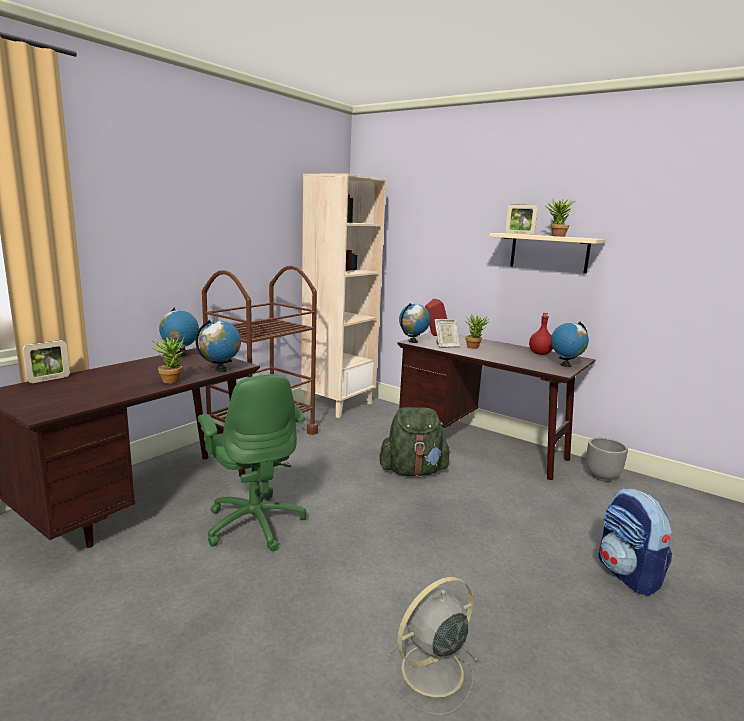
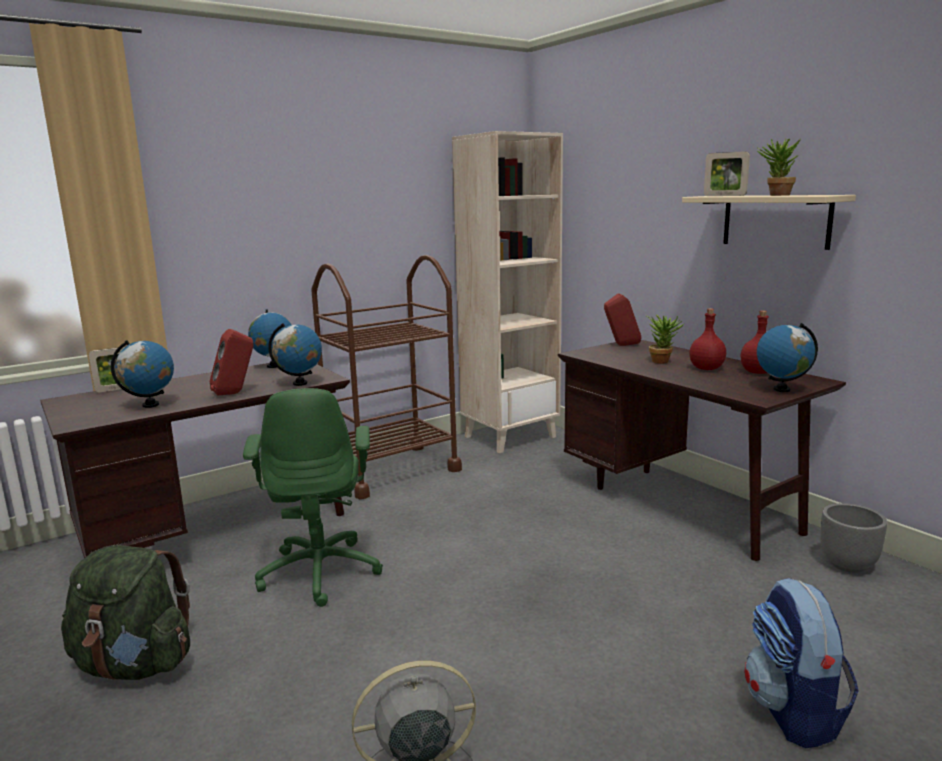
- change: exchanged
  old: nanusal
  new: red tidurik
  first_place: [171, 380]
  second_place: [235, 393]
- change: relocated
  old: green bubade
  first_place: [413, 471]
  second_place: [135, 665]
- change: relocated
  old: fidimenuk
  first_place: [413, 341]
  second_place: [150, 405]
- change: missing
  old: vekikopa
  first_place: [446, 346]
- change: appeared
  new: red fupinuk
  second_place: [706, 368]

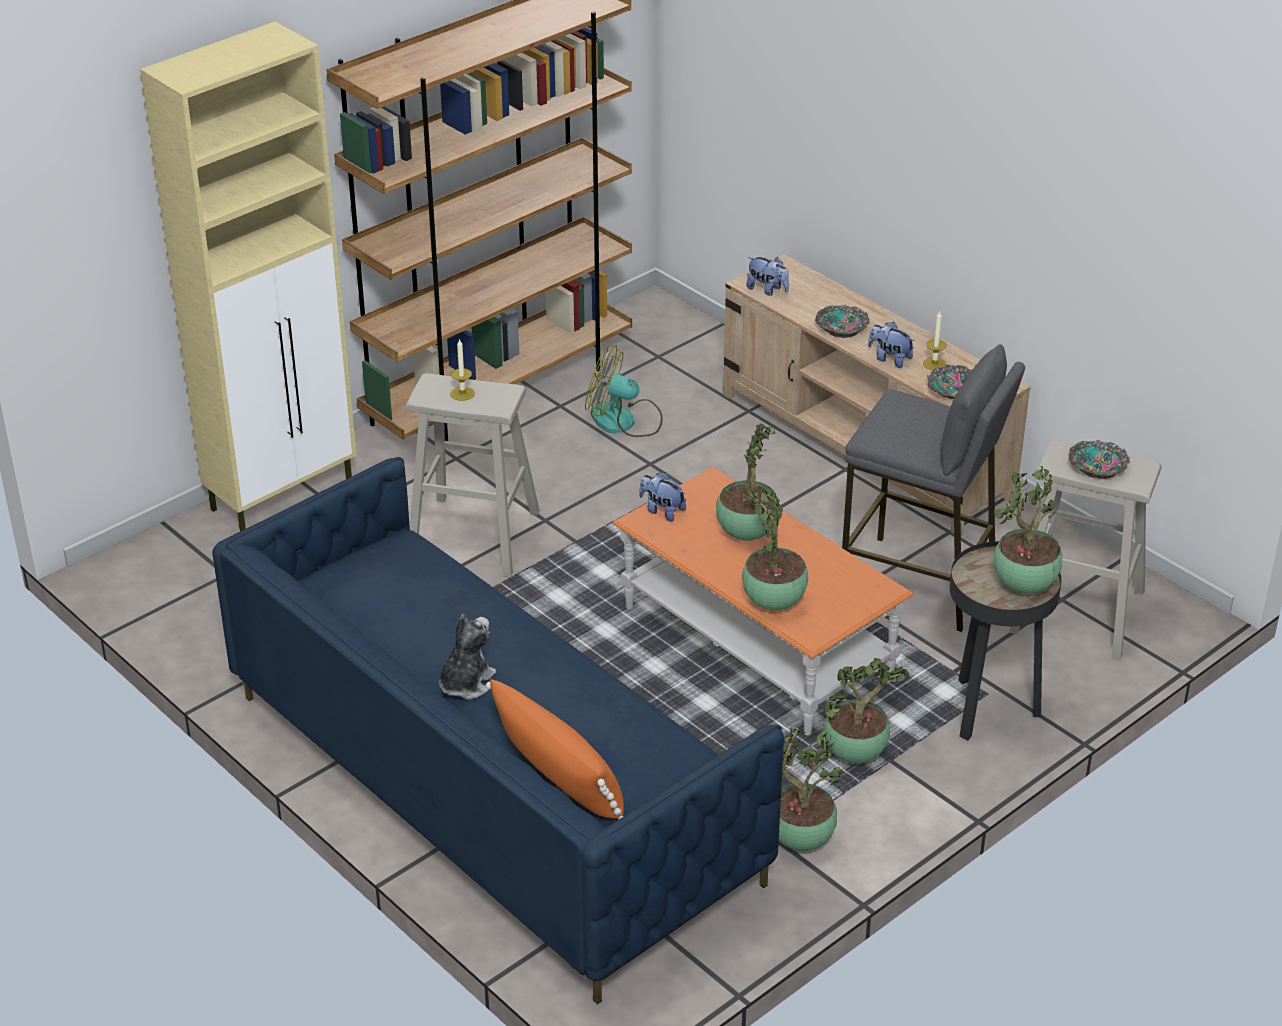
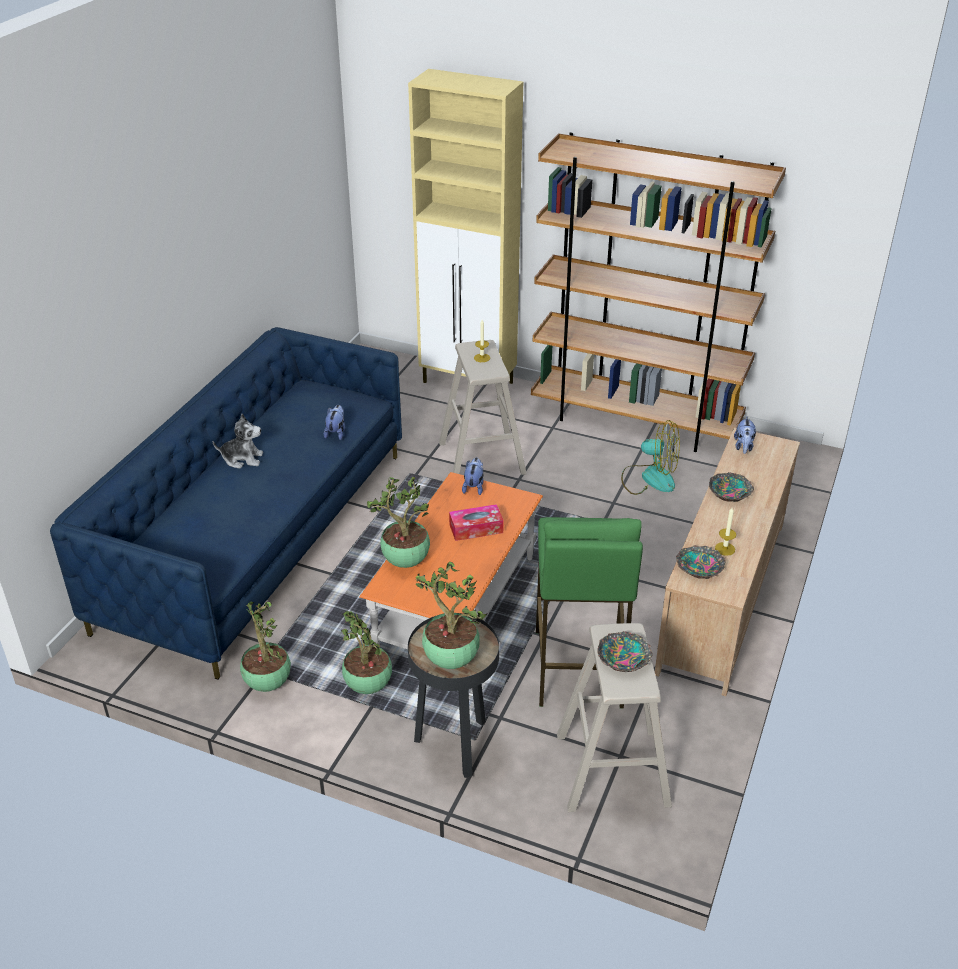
- change: missing
  old: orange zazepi
  first_place: [559, 776]
- change: spun
  old: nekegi
  first_place: [624, 421]
  second_place: [649, 478]
  degrees: 120
- change: exchanged
  old: nanusal
  new: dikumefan
  first_place: [746, 532]
  second_place: [476, 528]
- change: colour
  old: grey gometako
  new: green gometako
  first_place: [918, 585]
  second_place: [578, 668]
- change: relocated
  old: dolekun
  first_place: [889, 359]
  second_place: [336, 432]

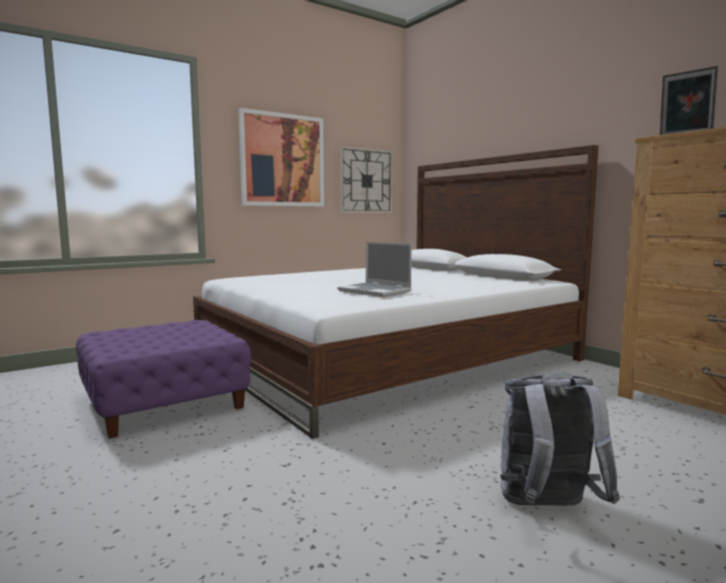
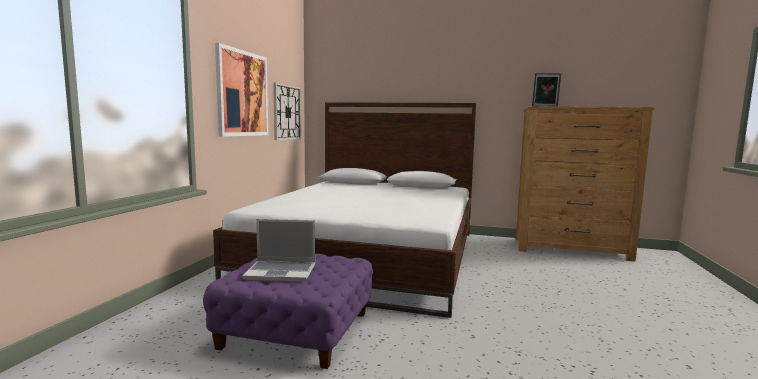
- change: relocated
  old: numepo
  first_place: [375, 291]
  second_place: [282, 272]
- change: missing
  old: grey bubade
  first_place: [547, 508]

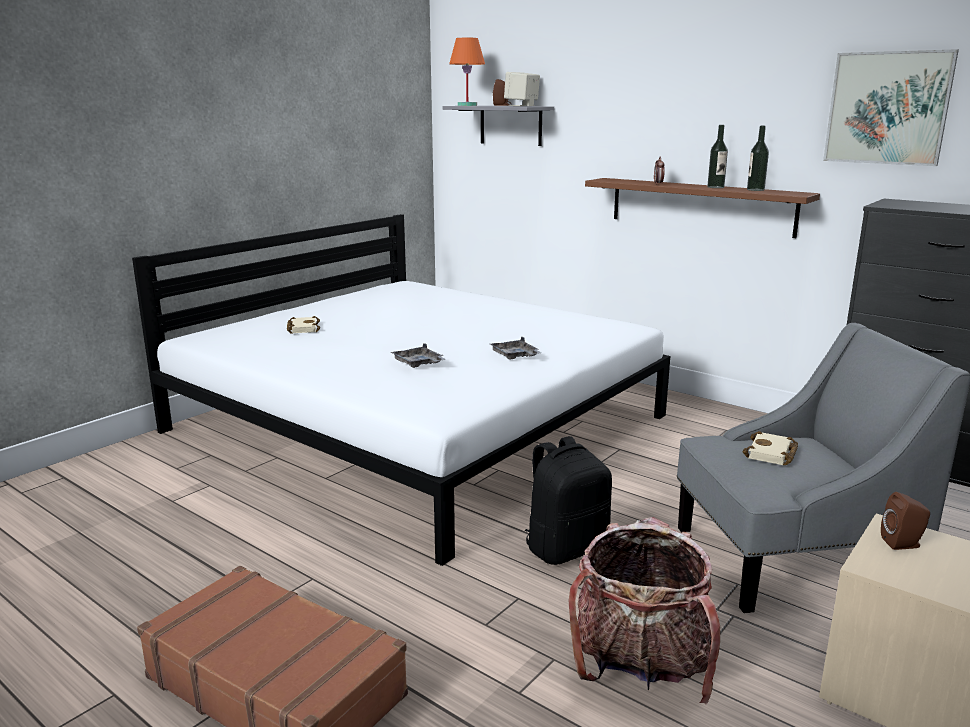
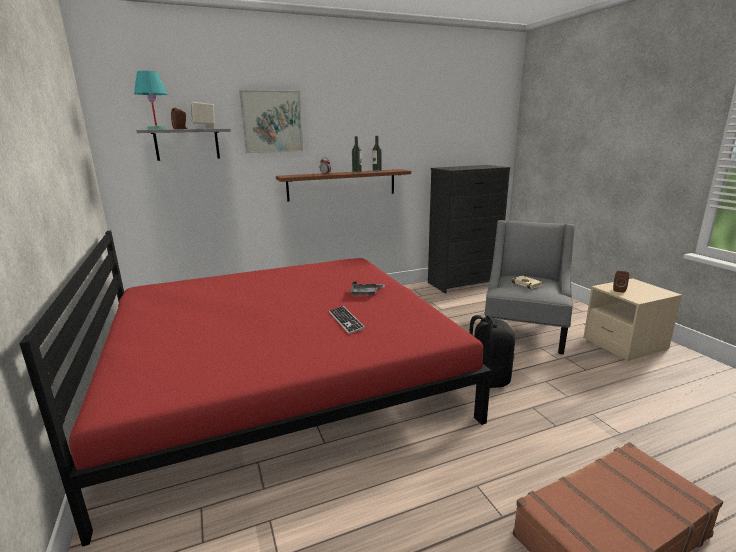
- change: colour
  old: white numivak
  new: red numivak
  first_place: [418, 423]
  second_place: [279, 378]
- change: missing
  old: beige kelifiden
  first_place: [302, 328]
- change: exchanged
  old: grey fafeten
  new: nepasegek
  first_place: [418, 364]
  second_place: [345, 320]
- change: colour
  old: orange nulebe
  new: turquoise nulebe
  first_place: [467, 105]
  second_place: [157, 129]
- change: missing
  old: bubade
  first_place: [641, 669]
- change: relocated
  old: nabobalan
  first_place: [887, 108]
  second_place: [272, 122]

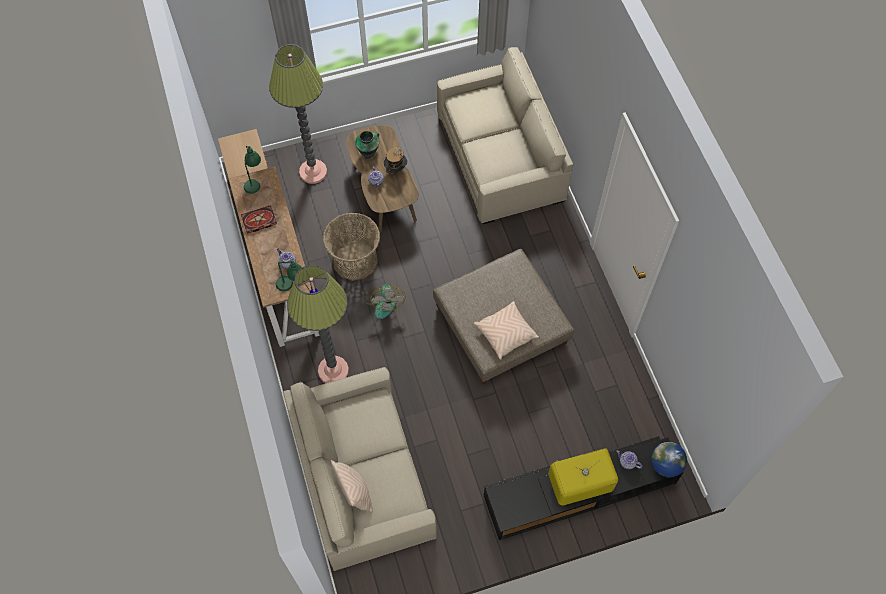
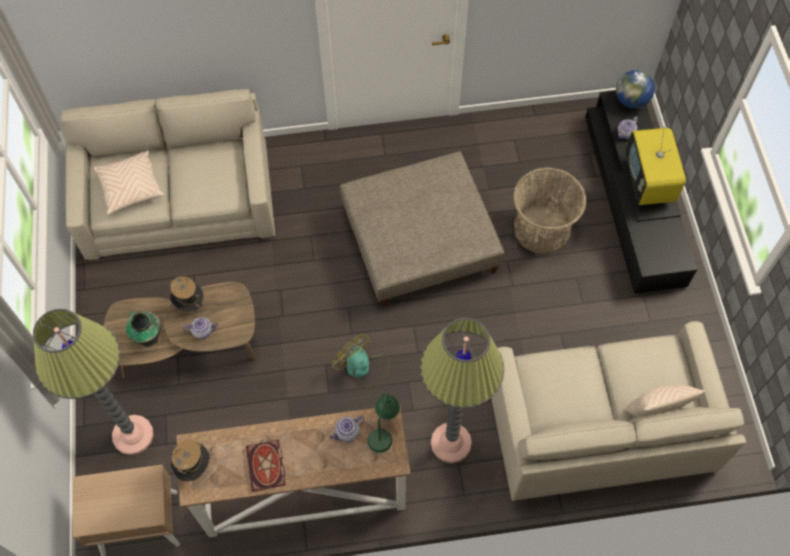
- change: exchanged
  old: green nulebe
  new: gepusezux
  first_place: [254, 180]
  second_place: [194, 467]
- change: relocated
  old: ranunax
  first_place: [355, 260]
  second_place: [541, 228]
- change: spun
  old: nekegi
  first_place: [384, 302]
  second_place: [363, 368]
  degrees: -135
- change: relocated
  old: beige zazepi
  first_place: [505, 333]
  second_place: [130, 187]

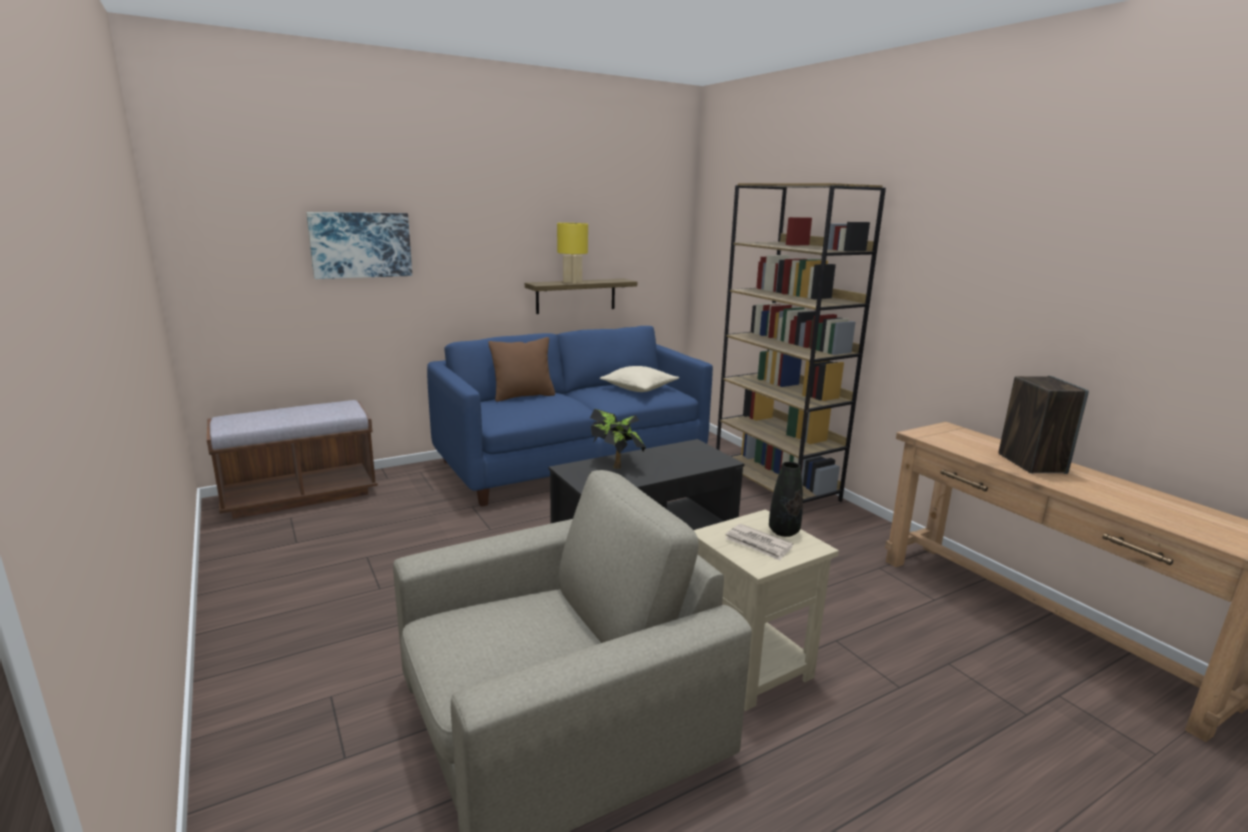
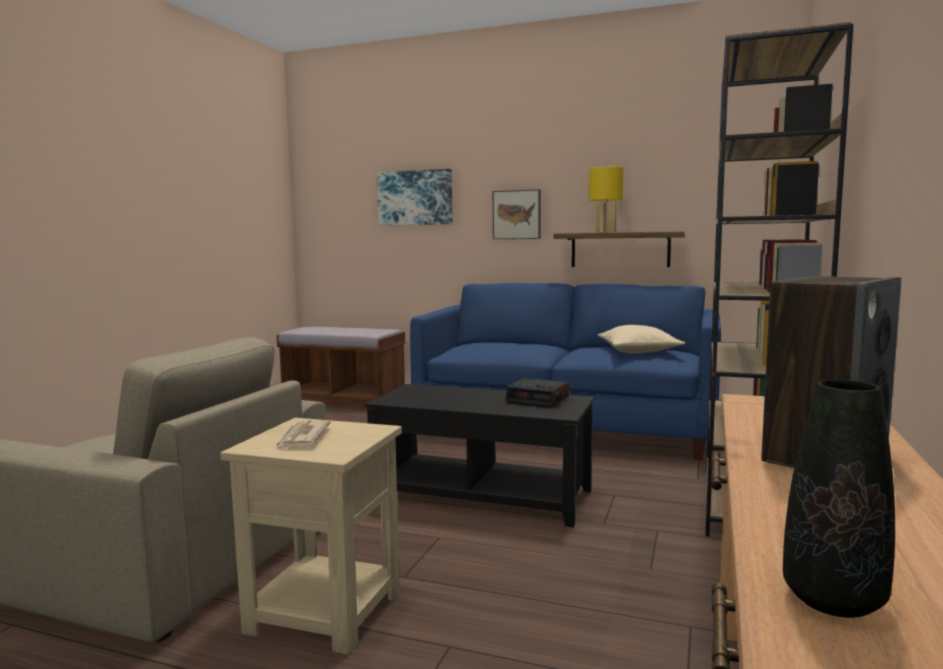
- change: missing
  old: brown zazepi
  first_place: [523, 396]
- change: missing
  old: nanusal
  first_place: [616, 464]
- change: relocated
  old: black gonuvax
  first_place: [783, 532]
  second_place: [833, 600]
- change: appeared
  new: nabobalan
  second_place: [517, 214]
- change: appeared
  new: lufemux
  second_place: [538, 400]

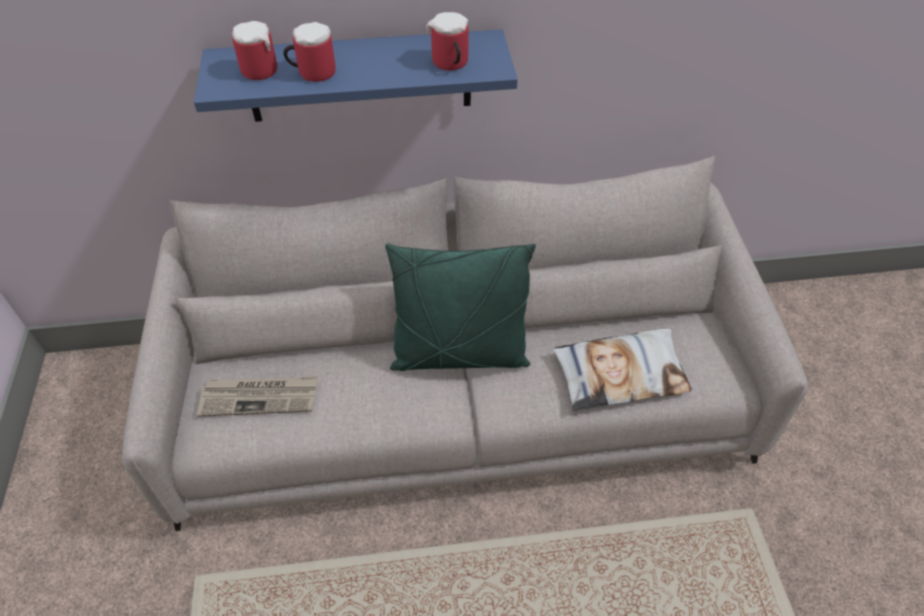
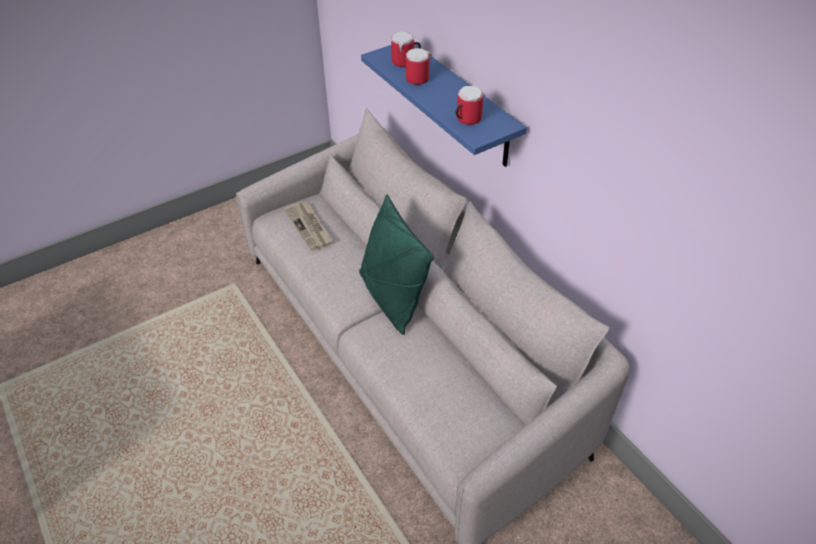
- change: missing
  old: zazepi
  first_place: [620, 374]

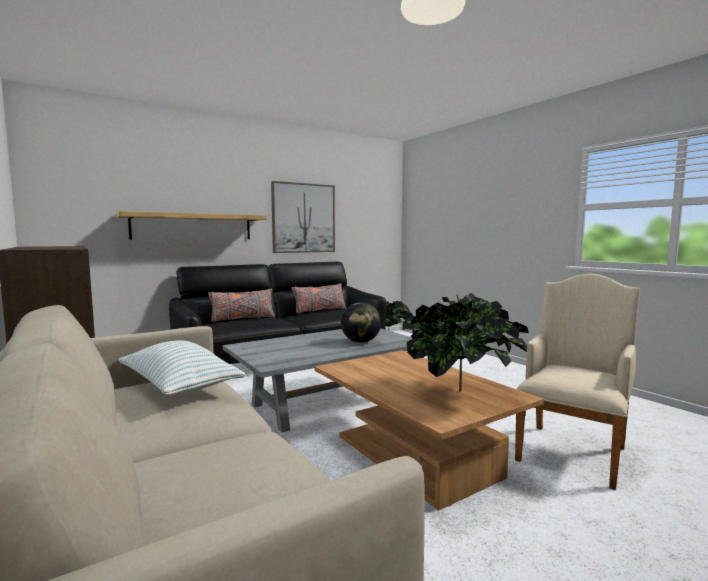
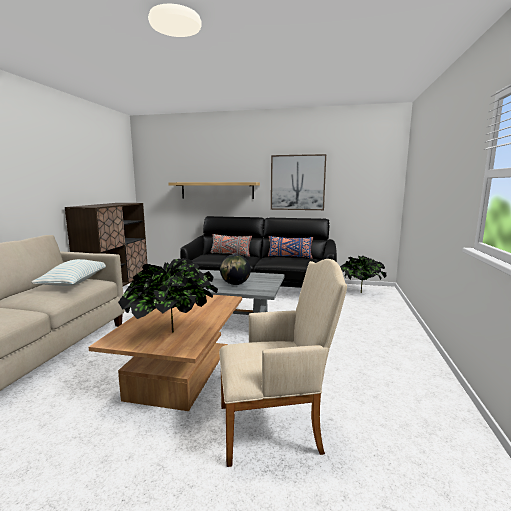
- change: colour
  old: grey zazepi
  new: blue zazepi
  first_place: [319, 311]
  second_place: [289, 257]

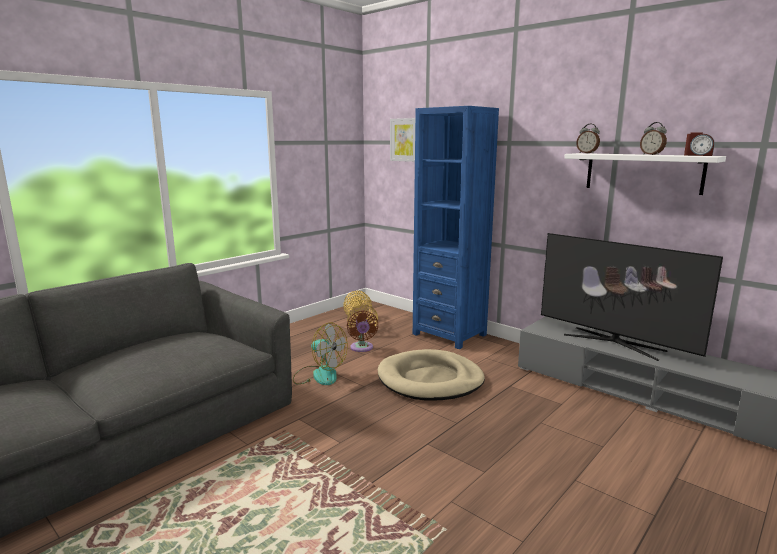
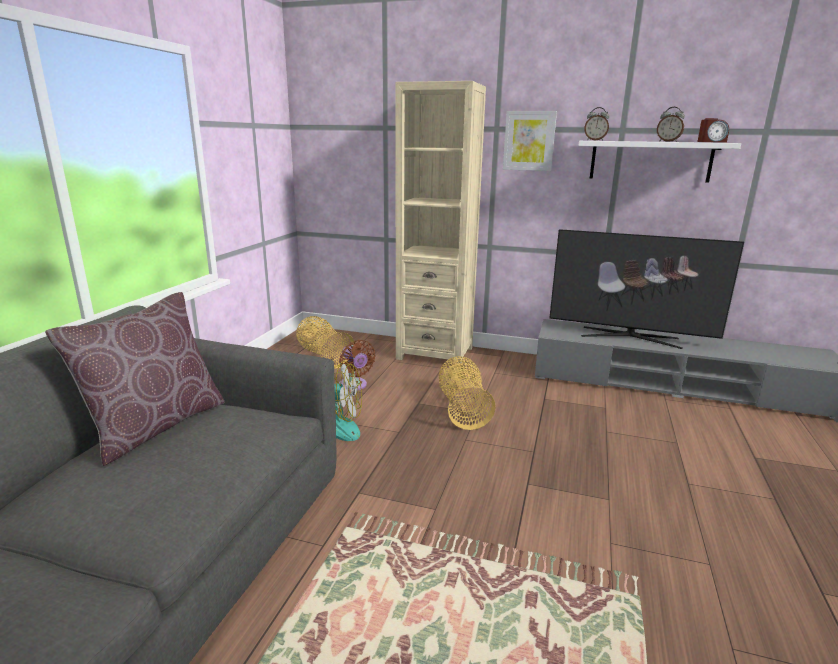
- change: exchanged
  old: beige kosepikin
  new: ranunax
  first_place: [430, 380]
  second_place: [463, 408]
- change: relocated
  old: nabobalan
  first_place: [405, 140]
  second_place: [529, 141]
- change: colour
  old: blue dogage
  new: beige dogage
  first_place: [449, 334]
  second_place: [435, 353]
- change: appeared
  new: brown zazepi
  second_place: [156, 426]

